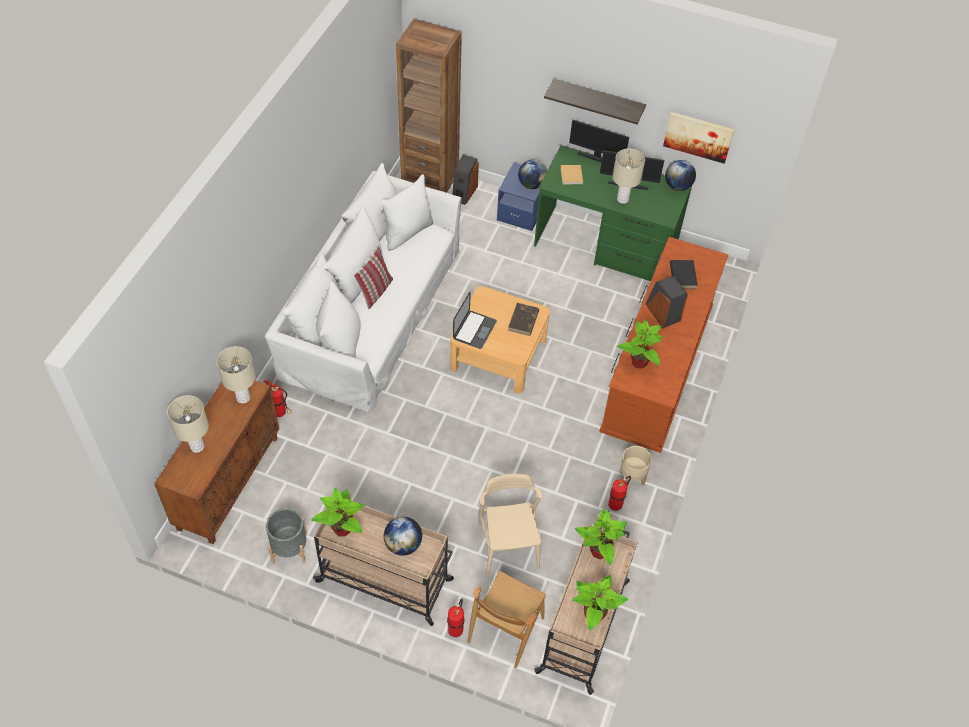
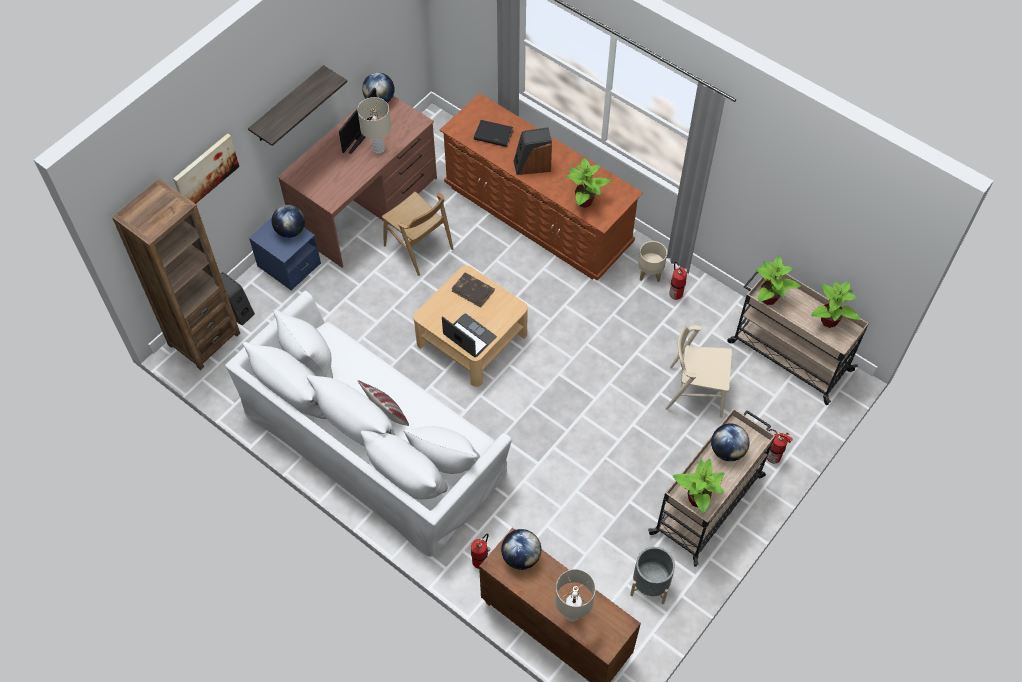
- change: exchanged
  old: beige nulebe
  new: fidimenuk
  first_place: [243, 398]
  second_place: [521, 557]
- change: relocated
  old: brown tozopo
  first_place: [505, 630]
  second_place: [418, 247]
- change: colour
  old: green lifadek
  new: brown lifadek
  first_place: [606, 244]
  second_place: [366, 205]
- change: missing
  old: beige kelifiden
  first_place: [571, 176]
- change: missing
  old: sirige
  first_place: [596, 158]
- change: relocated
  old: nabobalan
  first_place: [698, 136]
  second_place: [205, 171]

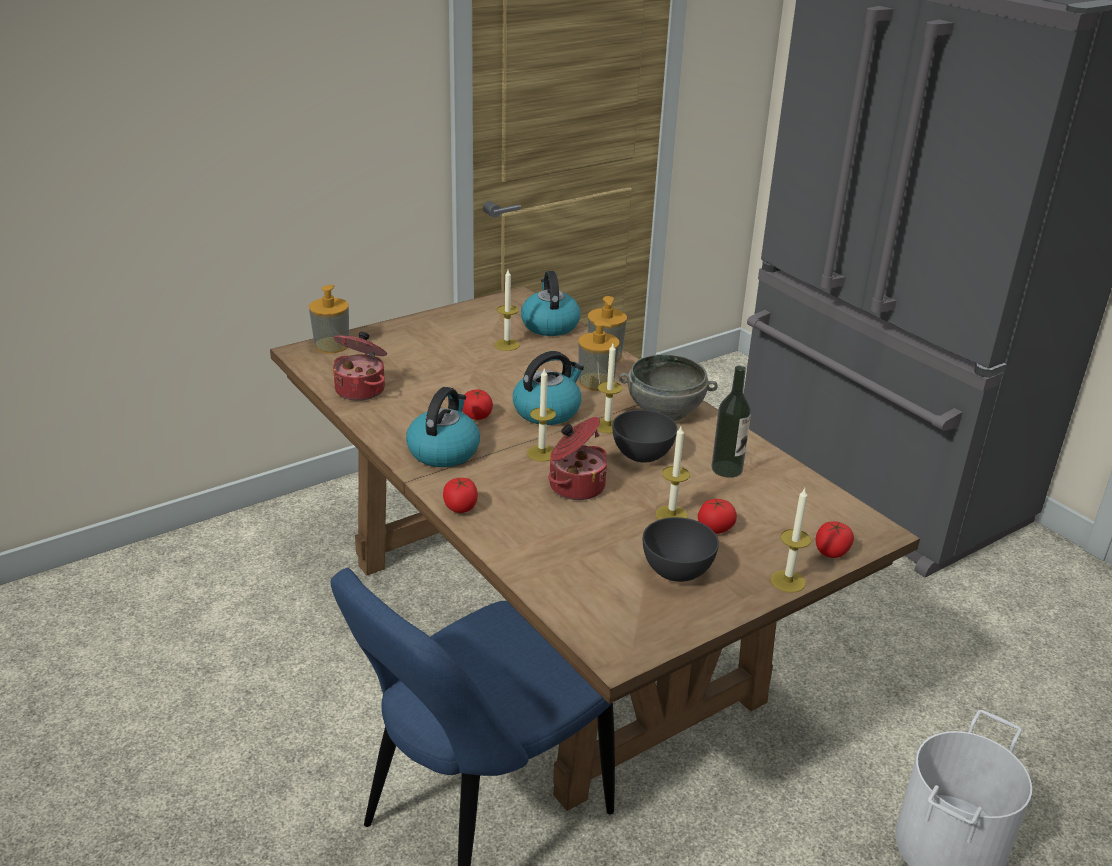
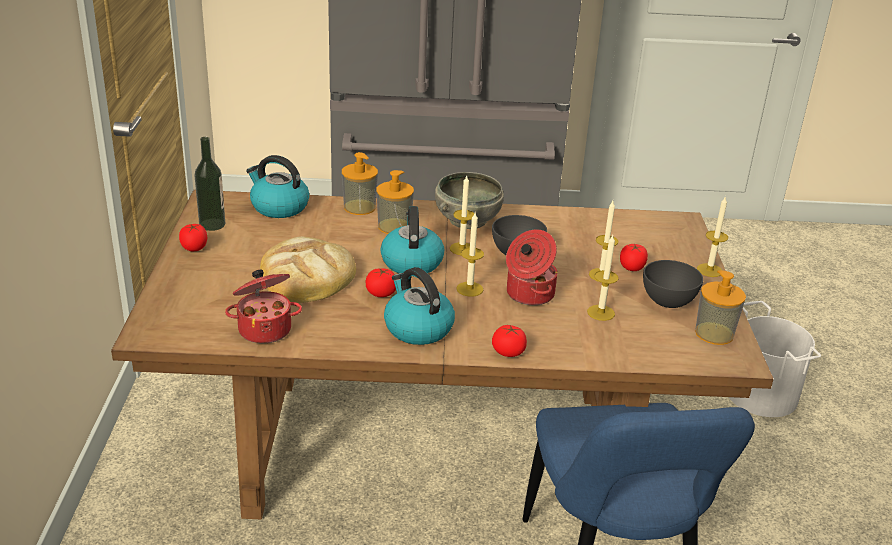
- change: relocated
  old: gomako
  first_place: [331, 345]
  second_place: [714, 333]
- change: relocated
  old: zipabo
  first_place: [507, 345]
  second_place: [601, 313]
- change: relocated
  old: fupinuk
  first_place: [727, 469]
  second_place: [212, 224]
- change: relocated
  old: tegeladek
  first_place: [831, 552]
  second_place: [194, 248]
- change: appeared
  new: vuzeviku
  second_place: [307, 276]

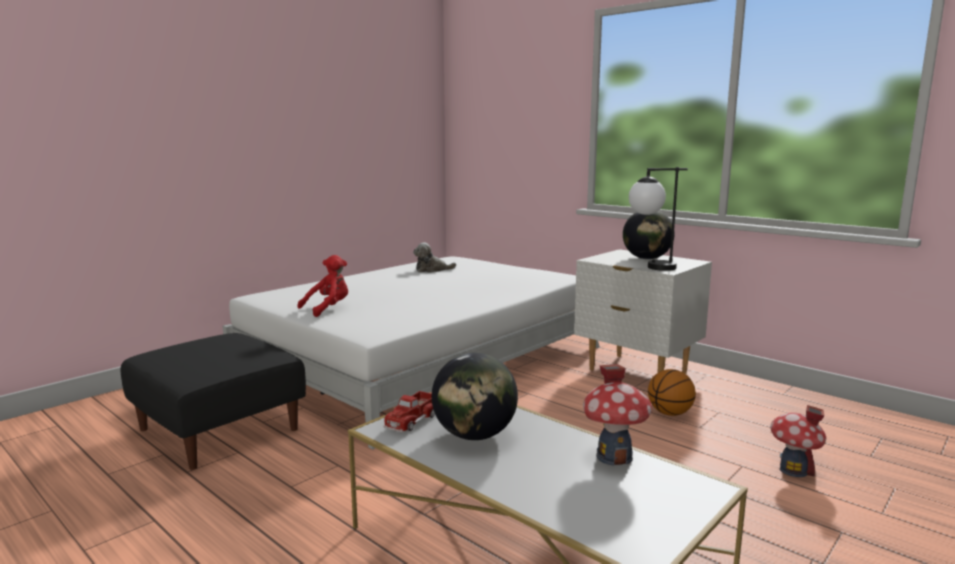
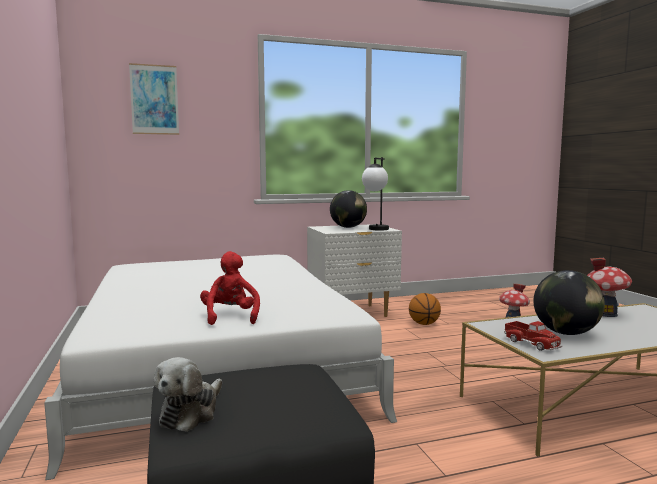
- change: relocated
  old: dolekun
  first_place: [432, 270]
  second_place: [191, 413]
- change: appeared
  new: nabobalan
  second_place: [154, 100]

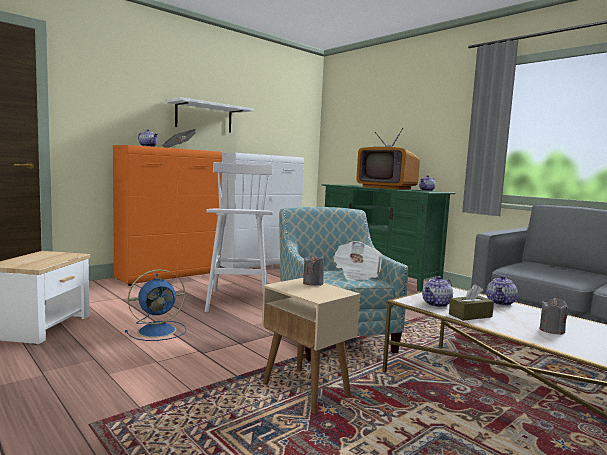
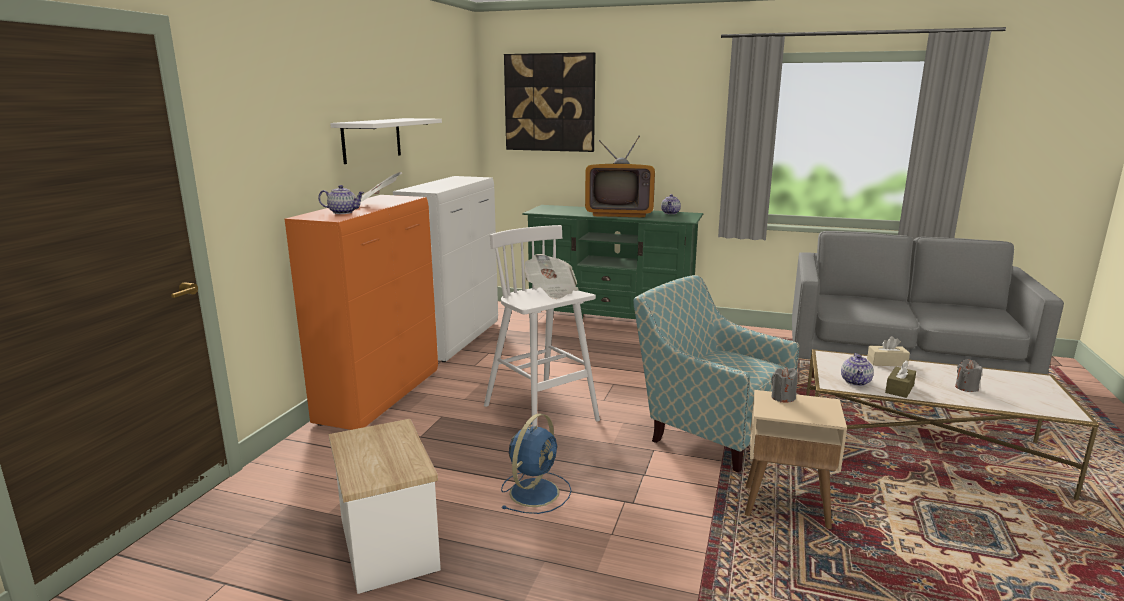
- change: relocated
  old: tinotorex
  first_place: [356, 274]
  second_place: [551, 291]
- change: exchanged
  old: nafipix
  new: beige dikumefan
  first_place: [501, 303]
  second_place: [887, 362]
- change: appeared
  new: nabobalan
  second_place: [550, 102]

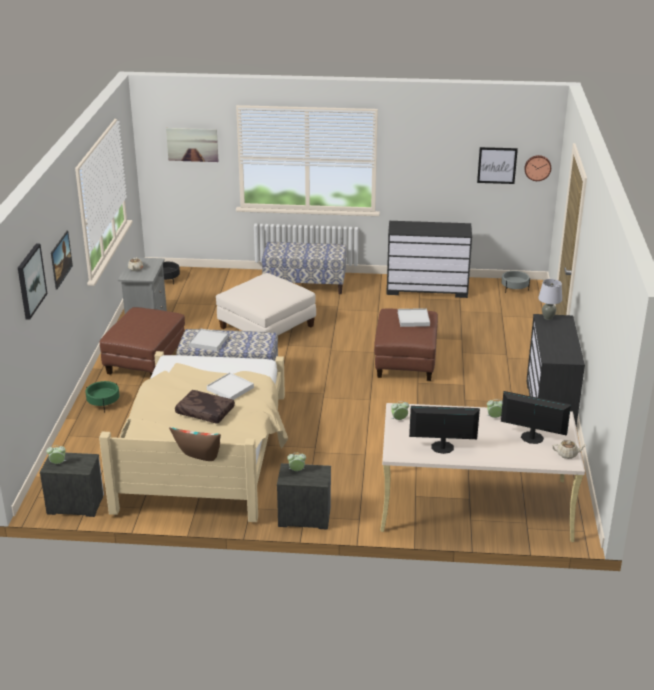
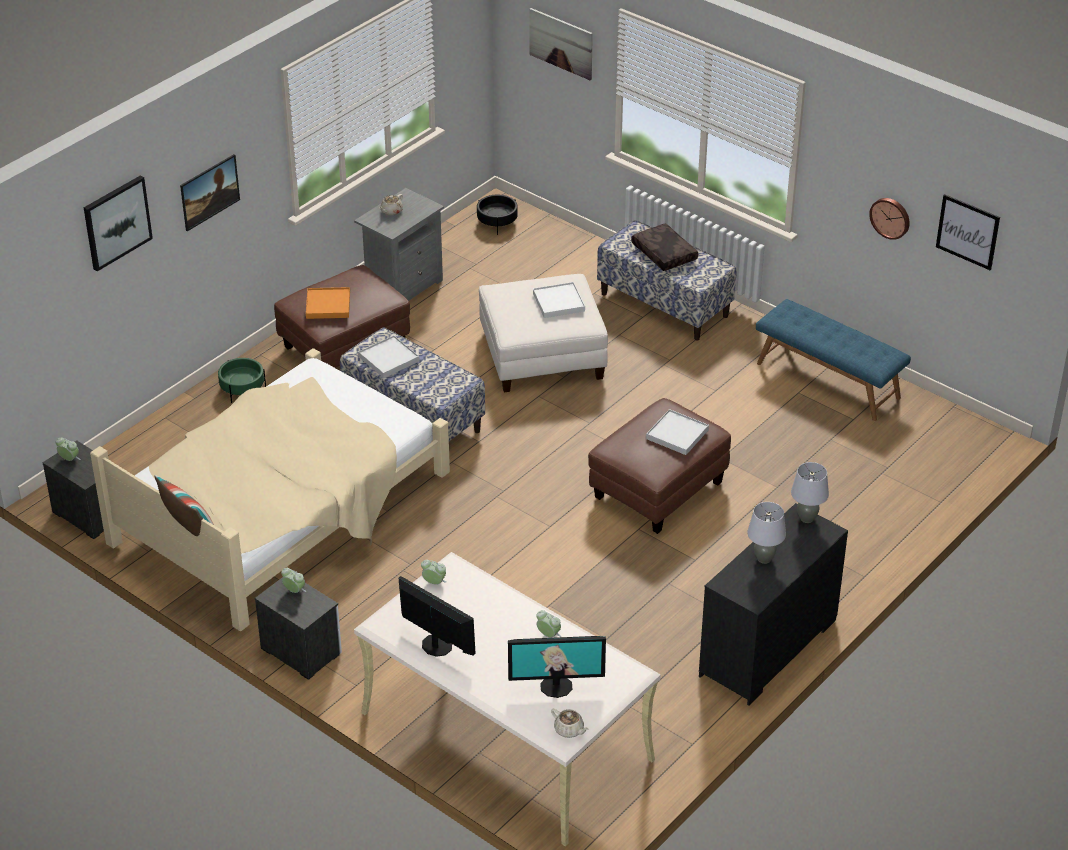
- change: relocated
  old: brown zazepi
  first_place: [204, 412]
  second_place: [663, 254]
- change: relocated
  old: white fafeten
  first_place: [230, 388]
  second_place: [559, 302]
- change: exchanged
  old: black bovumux
  new: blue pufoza
  first_place: [427, 288]
  second_place: [828, 380]
- change: missing
  old: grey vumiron
  first_place: [514, 288]
- change: spun
  old: sirige
  first_place: [532, 438]
  second_place: [556, 686]
  degrees: 120
- change: relocated
  old: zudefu
  first_place: [537, 167]
  second_place: [890, 217]
- change: appeared
  new: orange fafeten
  second_place: [328, 305]
- change: appeared
  new: grey nulebe
  second_place: [764, 559]

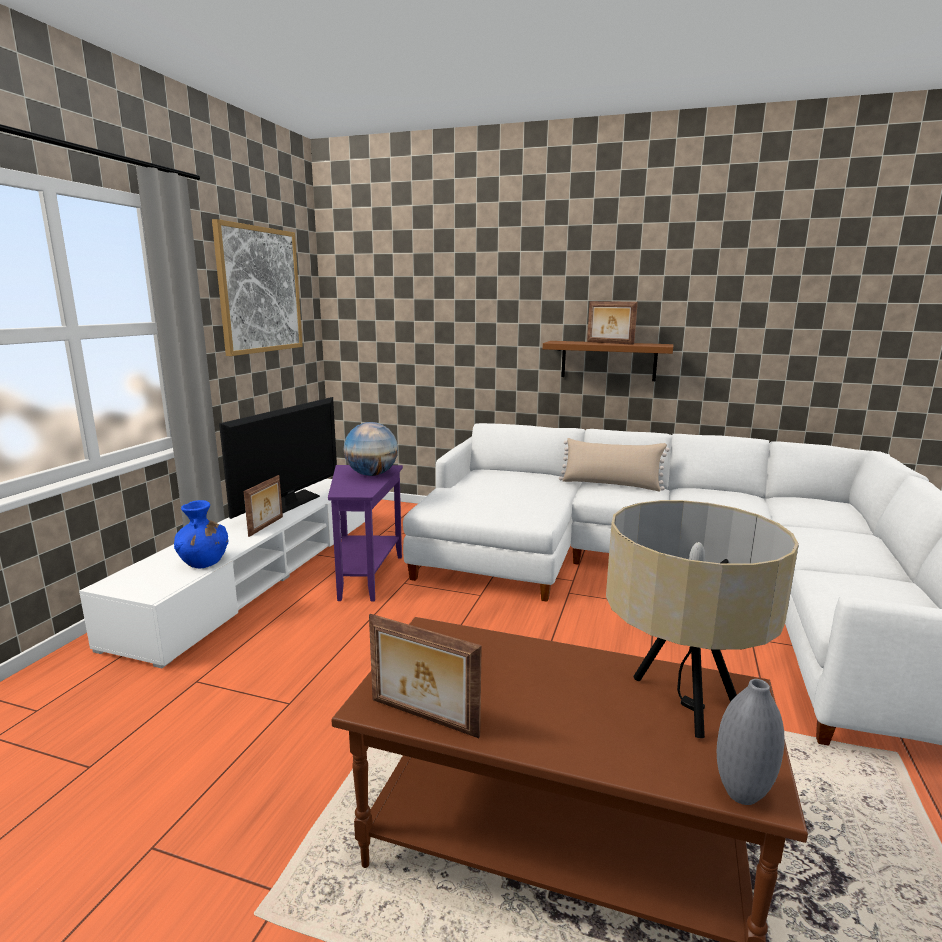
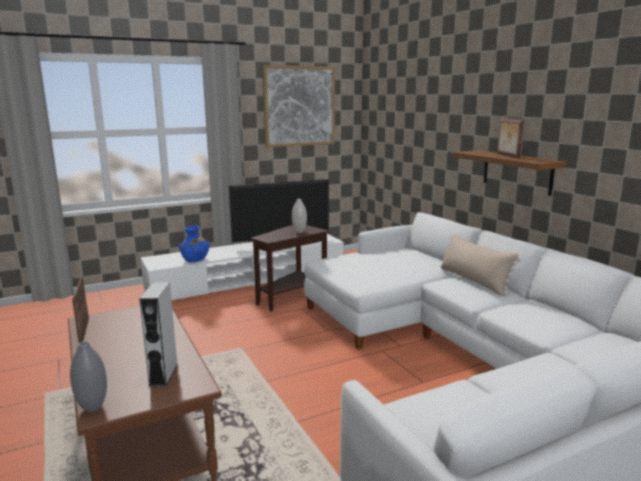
- change: missing
  old: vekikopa
  first_place: [267, 526]
- change: colour
  old: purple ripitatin
  new: brown ripitatin
  first_place: [366, 575]
  second_place: [292, 297]
- change: exchanged
  old: fidimenuk
  new: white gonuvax
  first_place: [372, 474]
  second_place: [299, 232]
- change: exchanged
  old: beige nulebe
  new: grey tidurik
  first_place: [679, 700]
  second_place: [163, 374]

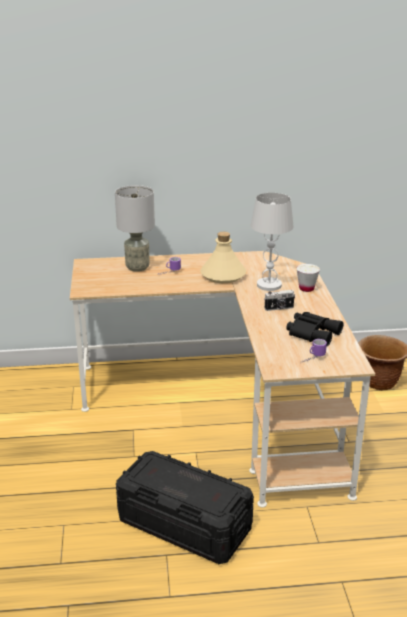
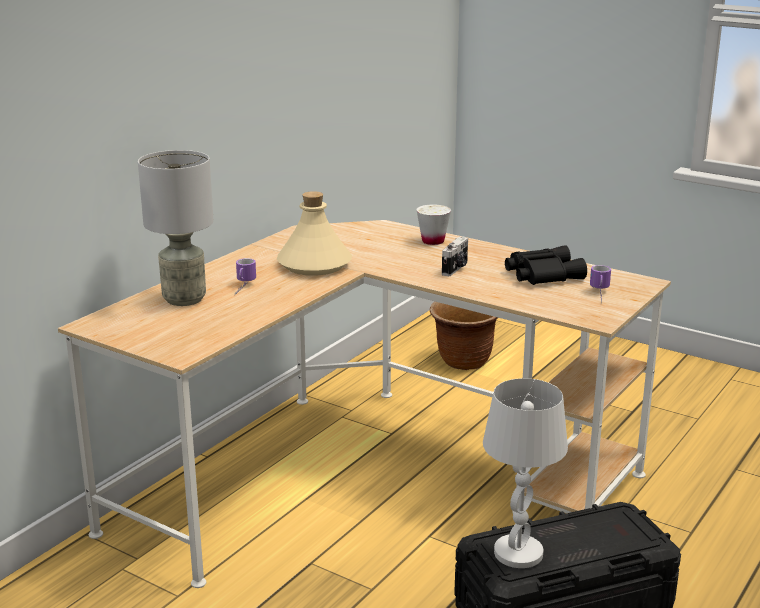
- change: relocated
  old: white nulebe
  first_place: [269, 285]
  second_place: [518, 553]

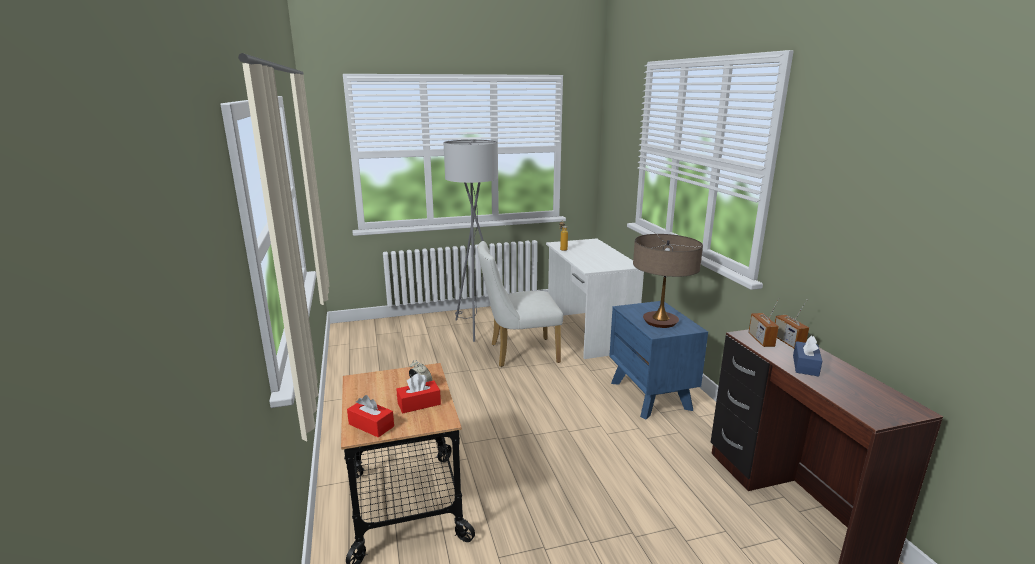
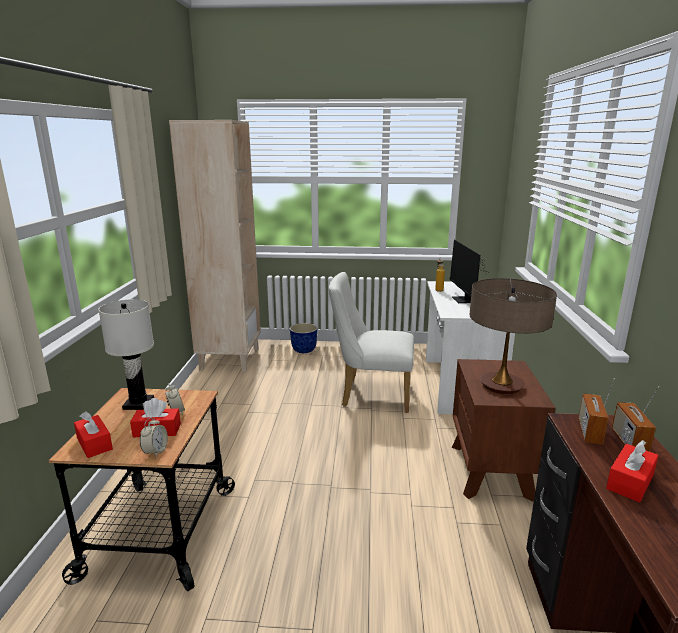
- change: missing
  old: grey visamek
  first_place: [475, 327]
- change: colour
  old: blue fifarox
  new: brown fifarox
  first_place: [651, 395]
  second_place: [491, 471]
- change: colour
  old: blue dikumefan
  new: red dikumefan
  first_place: [805, 365]
  second_place: [630, 482]
- change: appeared
  new: white nulebe
  second_place: [139, 403]
- change: appeared
  new: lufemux
  second_place: [155, 451]
- change: appeared
  new: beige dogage
  second_place: [229, 358]
- change: appeared
  new: vumiron
  second_place: [304, 350]
- change: appeared
  new: sirige
  second_place: [464, 301]

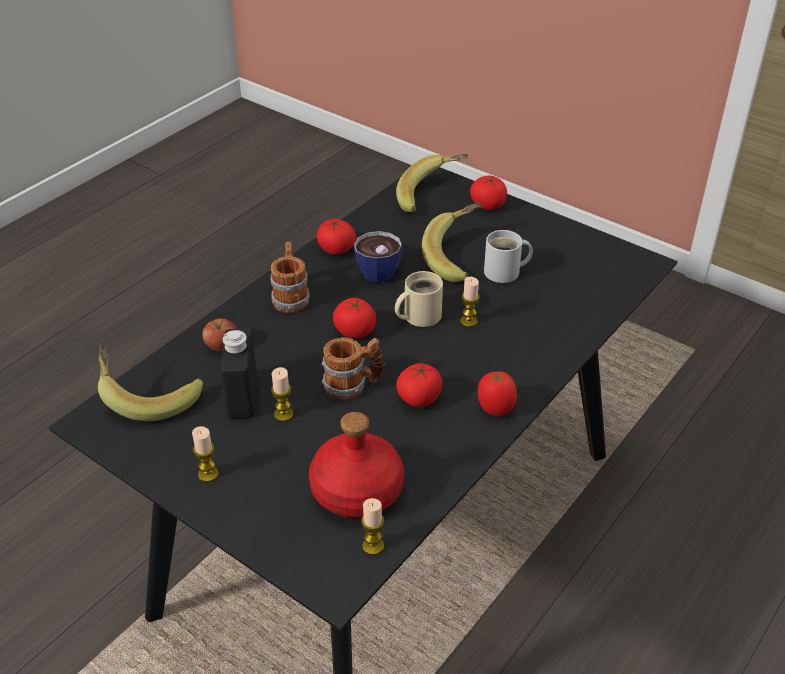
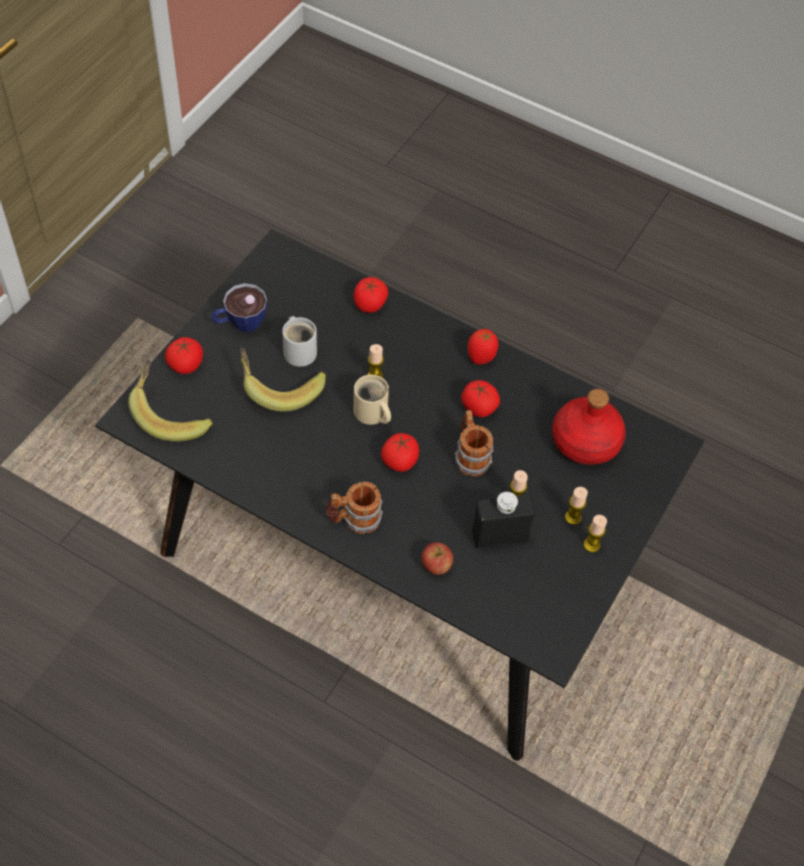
- change: missing
  old: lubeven
  first_place: [149, 396]
- change: relocated
  old: tegeladek
  first_place: [336, 249]
  second_place: [370, 304]
- change: relocated
  old: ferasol
  first_place: [376, 269]
  second_place: [240, 323]
- change: relocated
  old: zipabo
  first_place: [373, 546]
  second_place: [573, 517]

